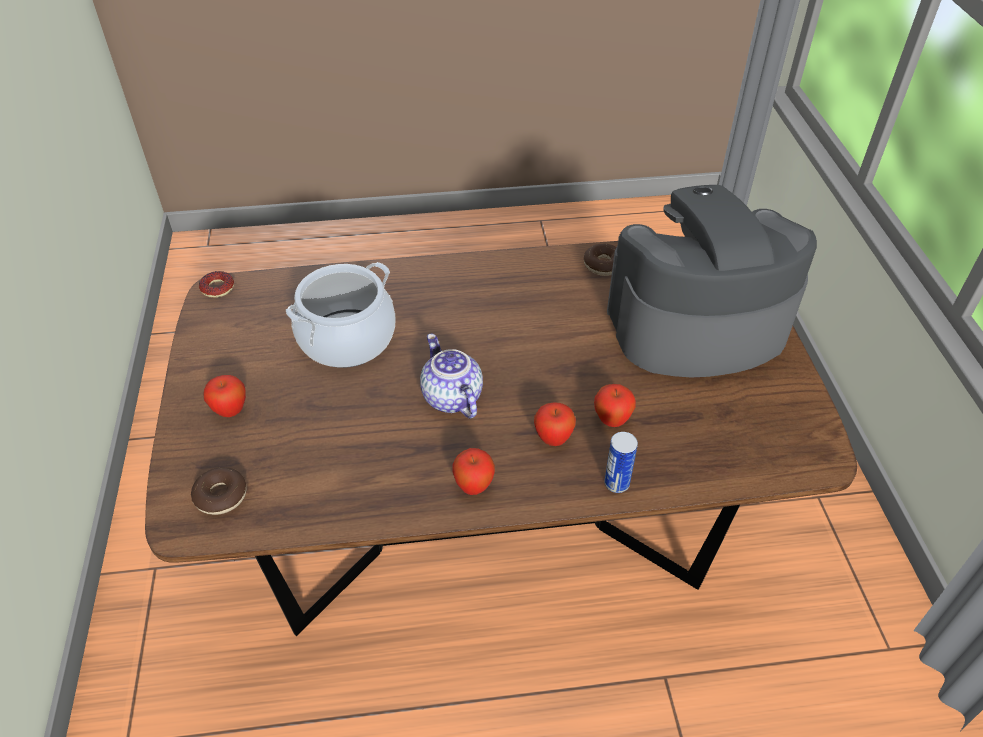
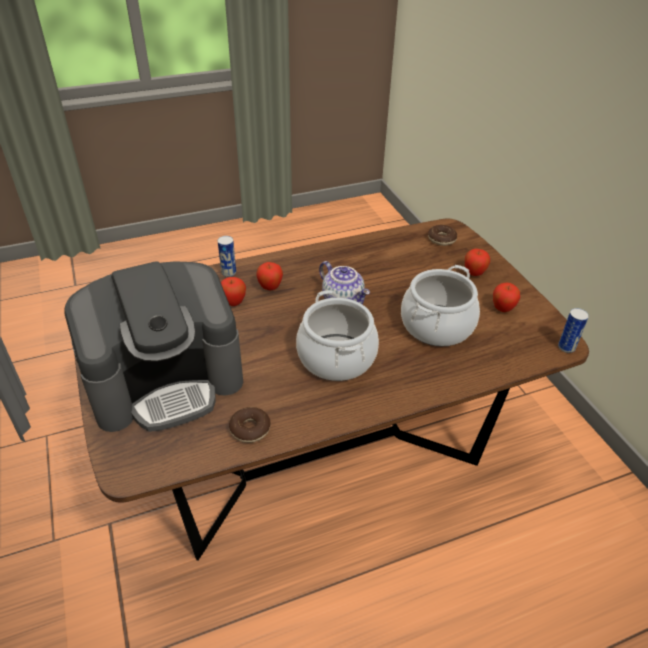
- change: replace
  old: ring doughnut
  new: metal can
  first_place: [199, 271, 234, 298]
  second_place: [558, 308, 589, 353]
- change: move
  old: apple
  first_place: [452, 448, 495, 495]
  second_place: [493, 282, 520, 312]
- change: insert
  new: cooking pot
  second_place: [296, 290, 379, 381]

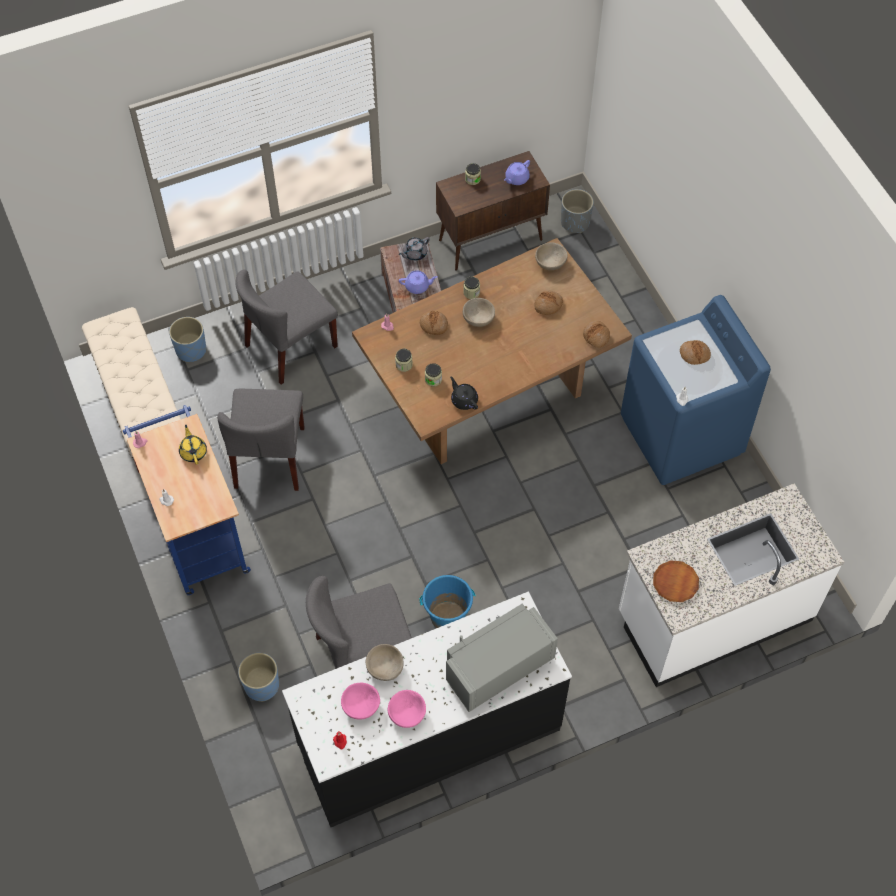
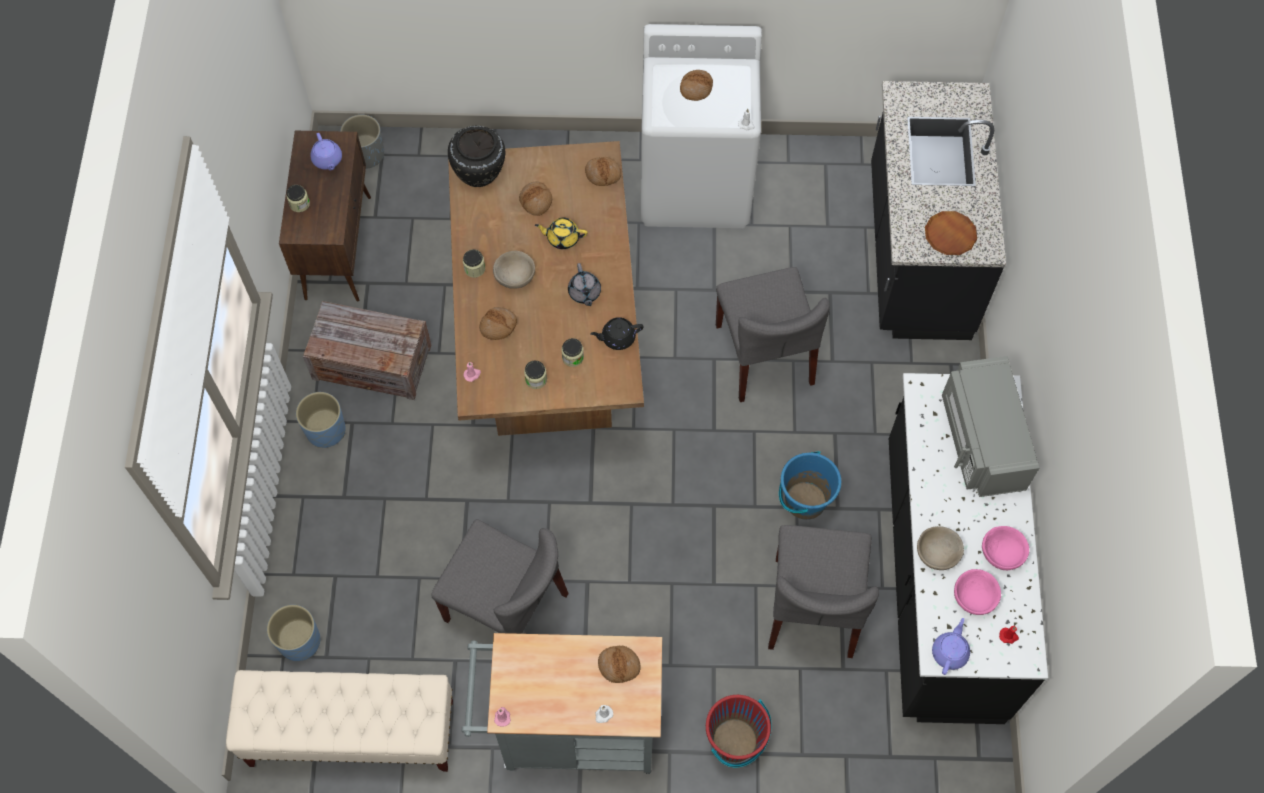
- change: recolor
  old: bluish trolley
  new: gray trolley
  first_place: [123, 405, 251, 595]
  second_place: [462, 633, 662, 774]
- change: move
  old: yellow teapot
  first_place: [179, 425, 207, 465]
  second_place: [535, 218, 587, 249]
- change: move
  old: gray plain chair
  first_place: [235, 269, 338, 384]
  second_place: [716, 267, 830, 402]
- change: move
  old: bluish planter
  first_place: [238, 653, 279, 702]
  second_place: [296, 392, 346, 448]
- change: move
  old: gray teapot
  first_place: [399, 237, 430, 261]
  second_place: [568, 263, 601, 306]
- change: move
  old: purple teapot
  first_place: [399, 270, 438, 294]
  second_place: [932, 618, 970, 675]
- change: replace
  old: sand-coloured deep dish
  new: black-coloured flower vase
  first_place: [535, 243, 568, 270]
  second_place: [448, 126, 505, 187]
- change: recolor
  old: white counter
  new: black-coloured counter
  first_place: [619, 483, 844, 687]
  second_place: [871, 81, 1006, 340]
- change: recolor
  old: bluish laundry machine
  new: white laundry machine
  first_place: [621, 295, 771, 485]
  second_place: [641, 24, 762, 228]
- change: insert
  new: bread
  second_place: [598, 646, 641, 683]
- change: insert
  new: red bucket
  second_place: [706, 695, 771, 767]

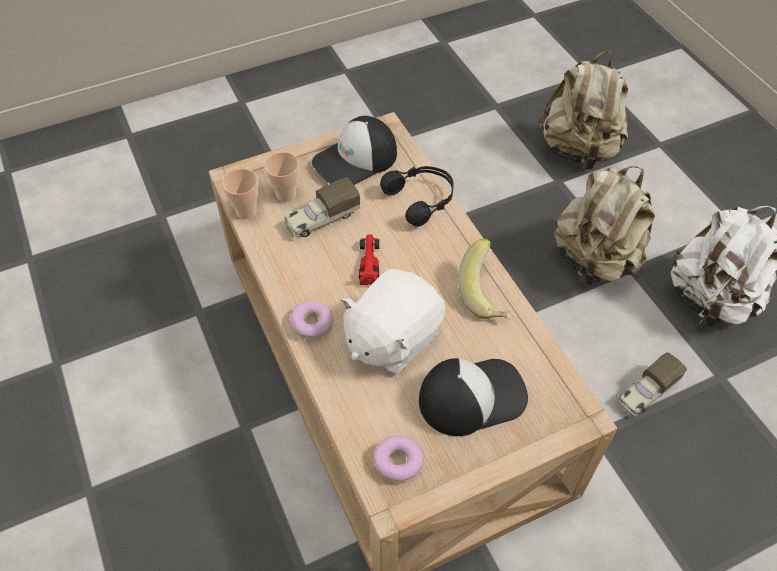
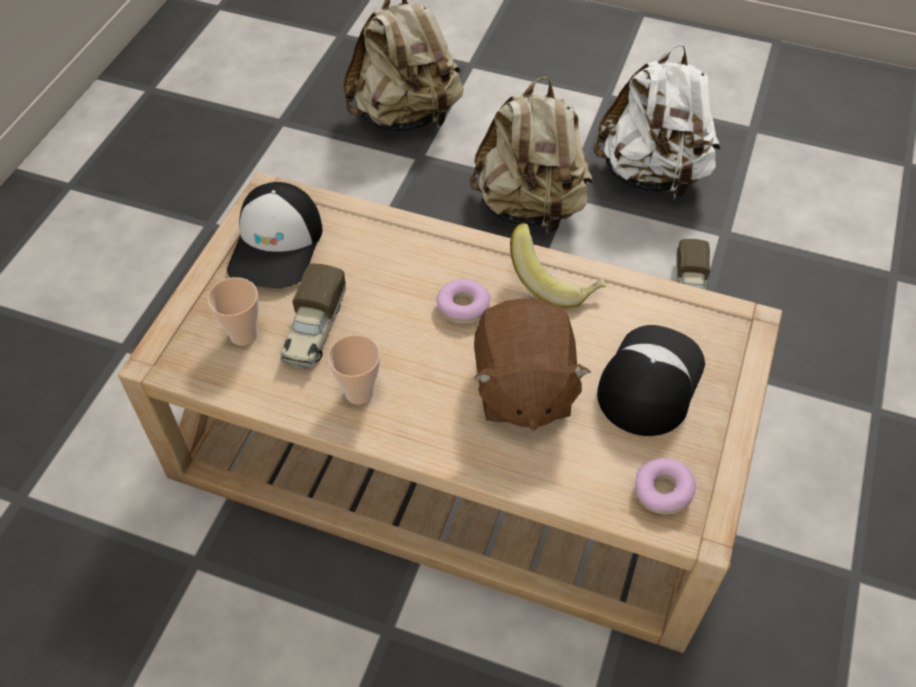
- change: move
  old: small cup
  first_place: [222, 169, 258, 219]
  second_place: [328, 335, 380, 405]
- change: move
  old: ring doughnut
  first_place: [290, 301, 333, 340]
  second_place: [436, 279, 491, 324]
- change: recolor
  old: white cuddly toy
  new: brownish cuddly toy
  first_place: [341, 269, 446, 375]
  second_place: [473, 298, 590, 431]
- change: delete
  old: red toy car
  first_place: [359, 234, 380, 285]
- change: delete
  old: black-coloured headphones
  first_place: [380, 166, 454, 227]

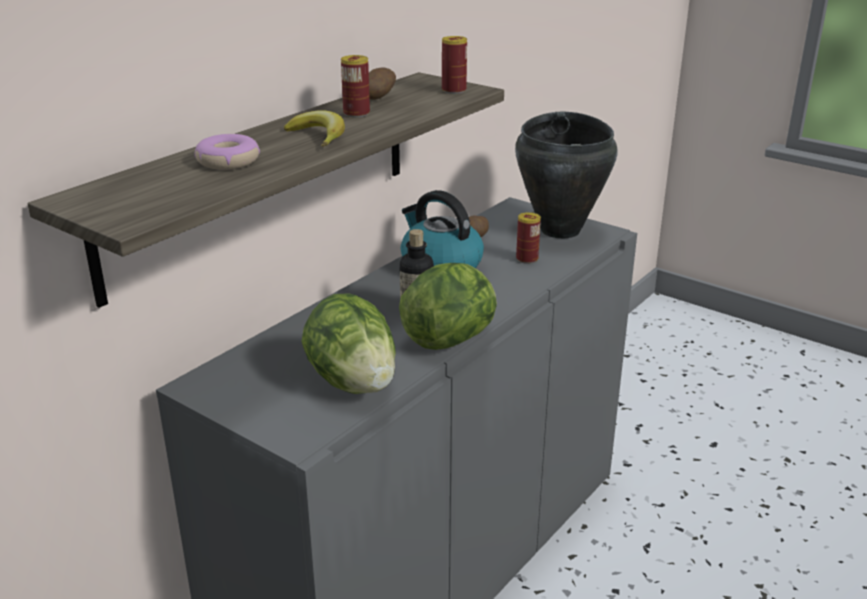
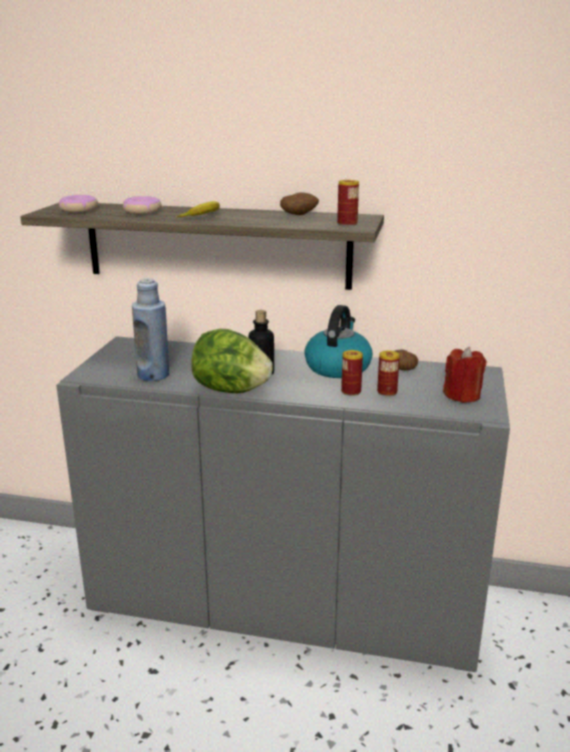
- change: replace
  old: lettuce head
  new: bluish drink bottle
  first_place: [301, 293, 396, 394]
  second_place: [132, 278, 169, 381]
- change: move
  old: metal can
  first_place: [341, 55, 370, 118]
  second_place: [341, 350, 363, 396]
- change: replace
  old: black-coloured cooking pot
  new: red wax candle
  first_place: [515, 112, 618, 238]
  second_place: [443, 347, 486, 403]
- change: insert
  new: ring doughnut
  second_place: [59, 195, 98, 213]

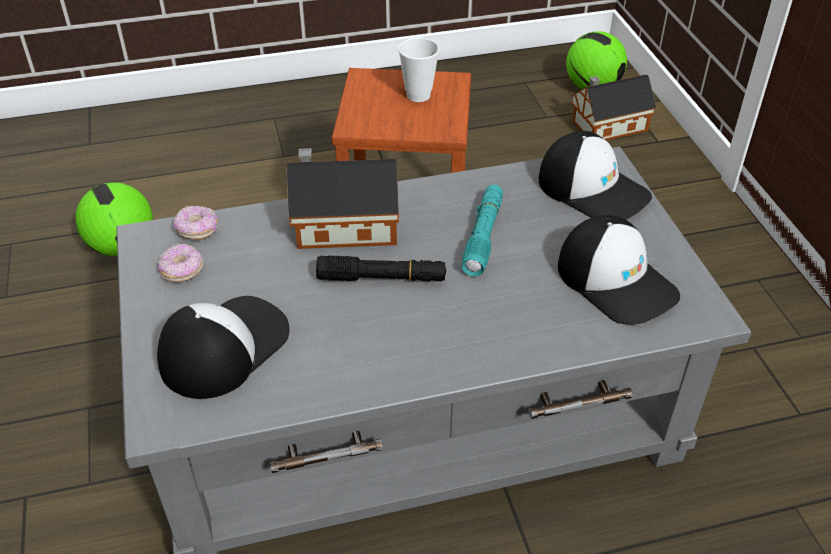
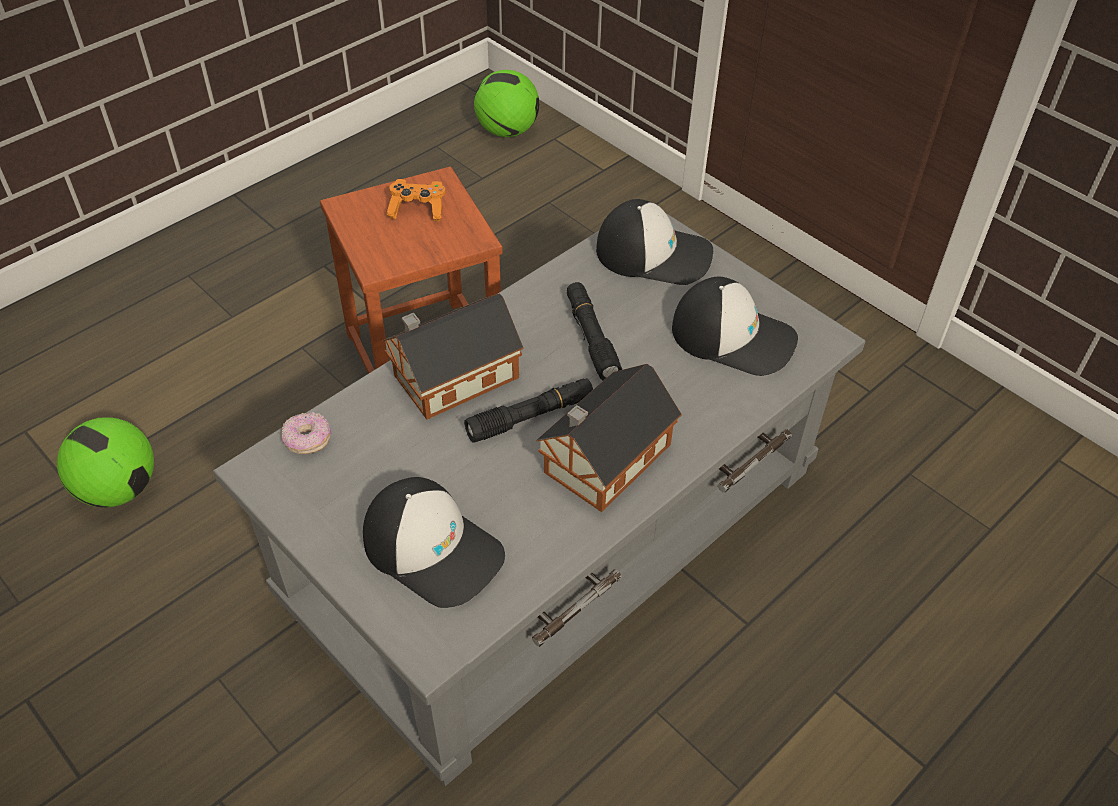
- change: rotate
  old: baseball cap
  first_place: [157, 296, 290, 399]
  second_place: [363, 477, 505, 608]
  degrees: 120
- change: delete
  old: ring doughnut
  first_place: [158, 244, 203, 282]
- change: replace
  old: small cup
  new: orange game controller
  first_place: [398, 38, 440, 102]
  second_place: [387, 179, 445, 222]
- change: recolor
  old: turquoise-coloured flashlight
  new: black-coloured flashlight
  first_place: [461, 185, 503, 277]
  second_place: [567, 282, 622, 381]
- change: move
  old: toy house
  first_place: [571, 74, 657, 140]
  second_place: [536, 364, 682, 512]

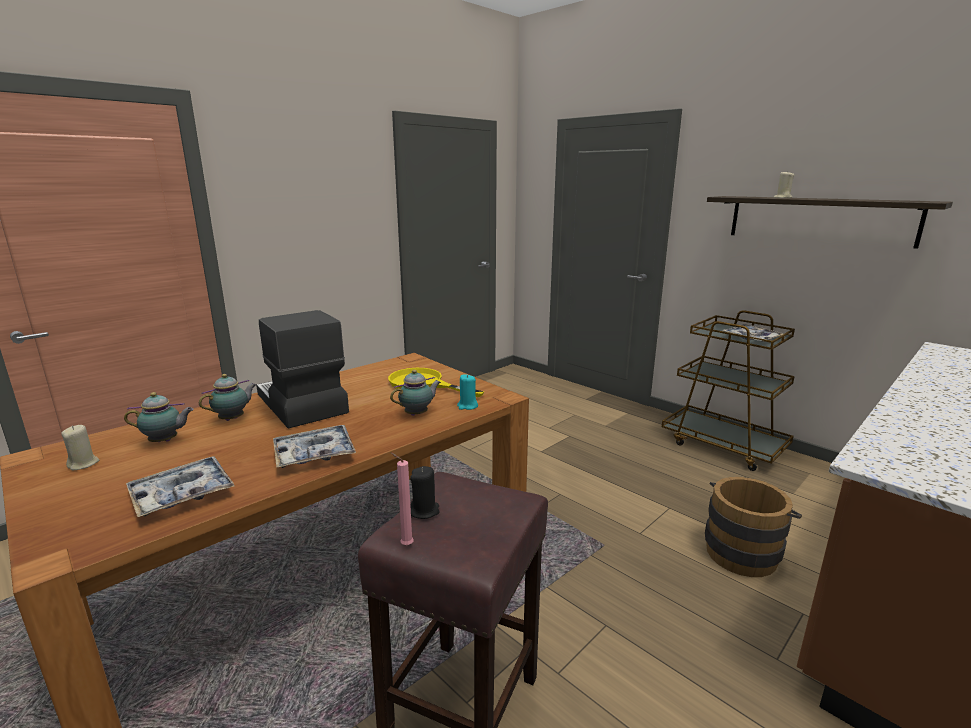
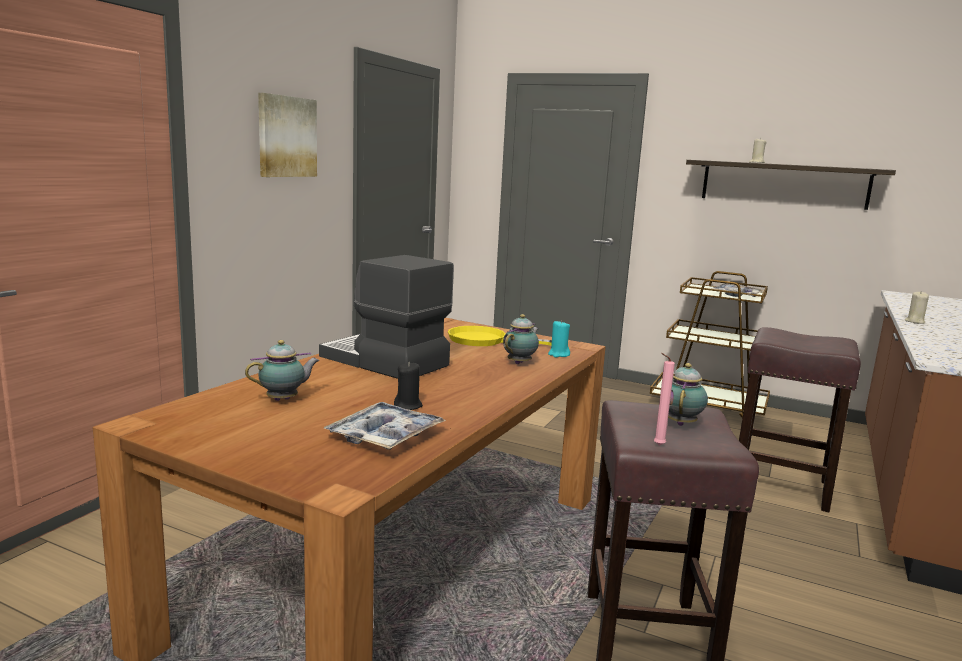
- change: move
  old: sand-coloured wax candle
  first_place: [61, 425, 99, 470]
  second_place: [905, 291, 929, 324]
- change: move
  old: teapot
  first_place: [199, 374, 257, 421]
  second_place: [668, 363, 708, 426]
- change: delete
  old: carrying tray
  first_place: [273, 425, 356, 468]
- change: move
  old: black-coloured wax candle
  first_place: [410, 466, 440, 519]
  second_place: [394, 362, 423, 410]
- change: replace
  old: brownish bucket
  new: brownish sitting stool
  first_place: [705, 477, 802, 577]
  second_place: [739, 327, 861, 512]
- change: insert
  new: wall picture
  second_place: [258, 93, 317, 177]

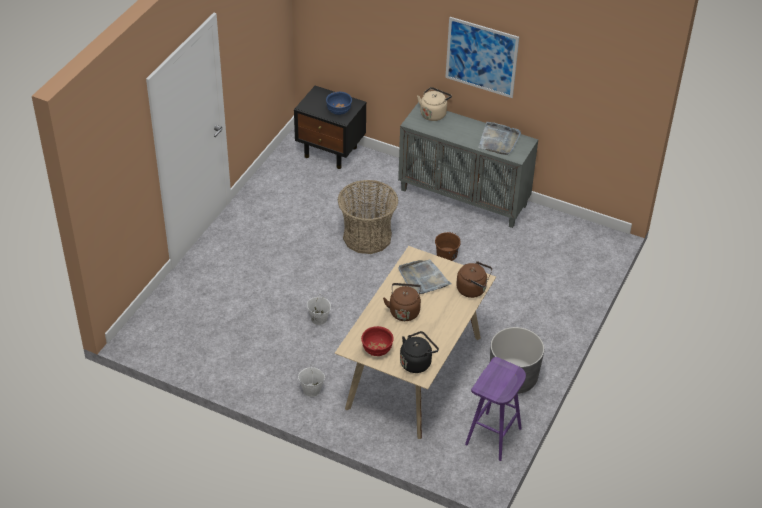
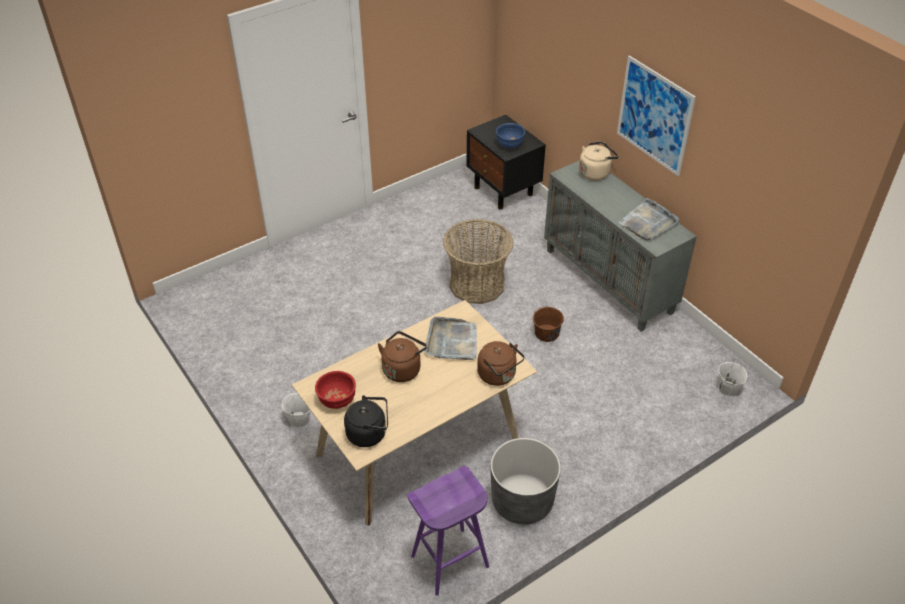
- change: move
  old: white bucket
  first_place: [307, 294, 331, 325]
  second_place: [718, 360, 747, 396]

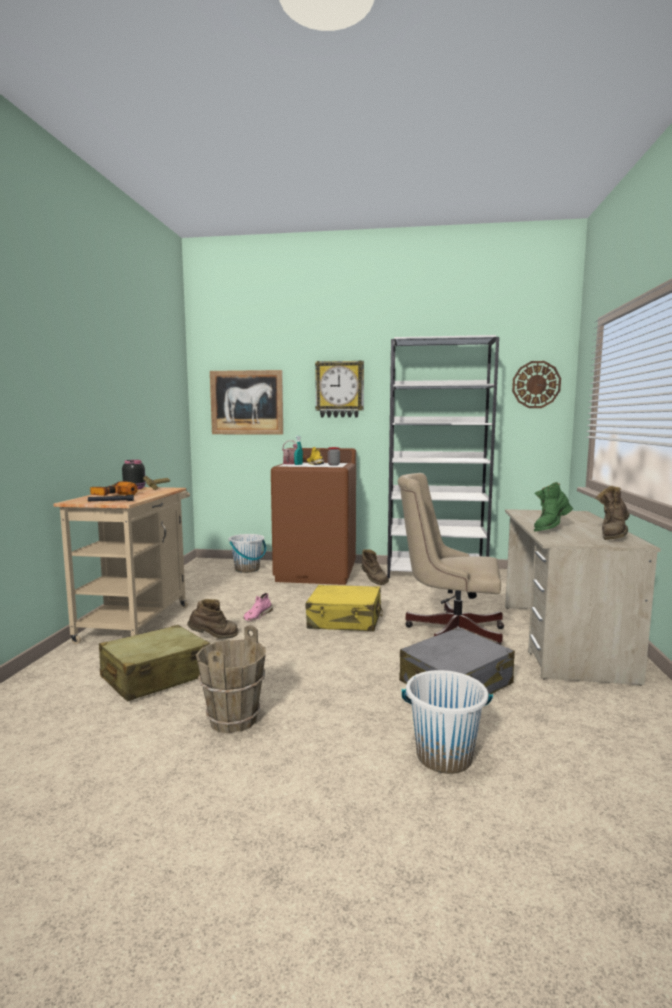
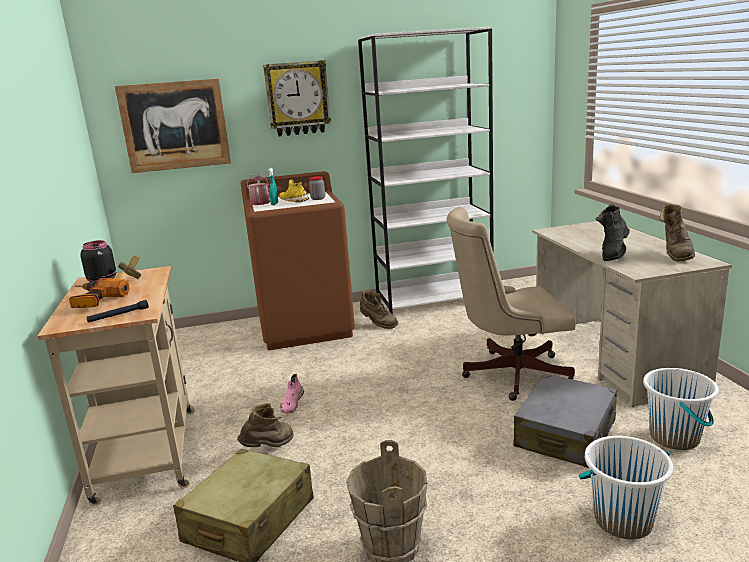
- change: move
  old: white bucket
  first_place: [229, 534, 266, 573]
  second_place: [643, 367, 719, 450]
- change: delete
  old: yellow suitcase
  first_place: [306, 585, 383, 632]
- change: delete
  old: wall clock
  first_place: [512, 361, 561, 408]
- change: recolor
  old: greenish tall boot
  new: black-coloured tall boot
  first_place: [534, 482, 573, 532]
  second_place: [596, 204, 630, 261]

